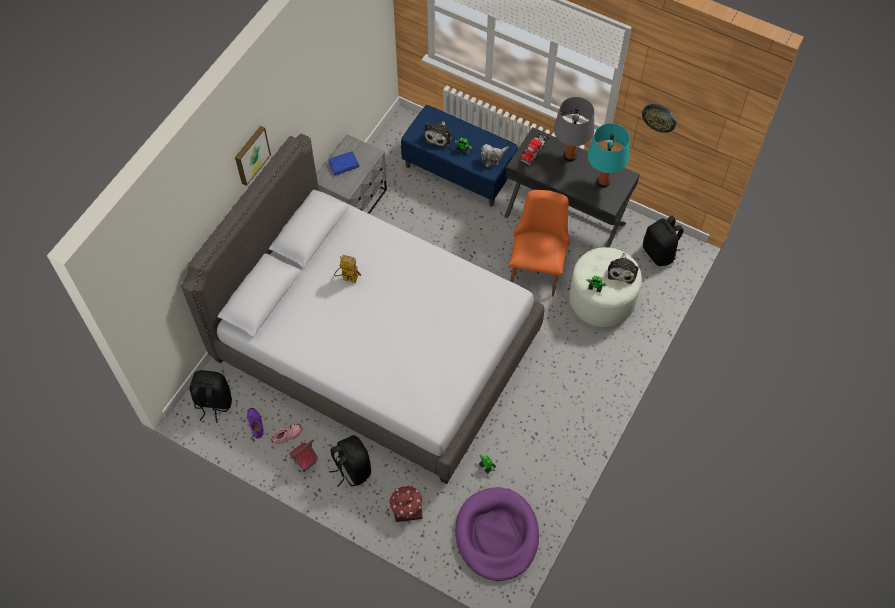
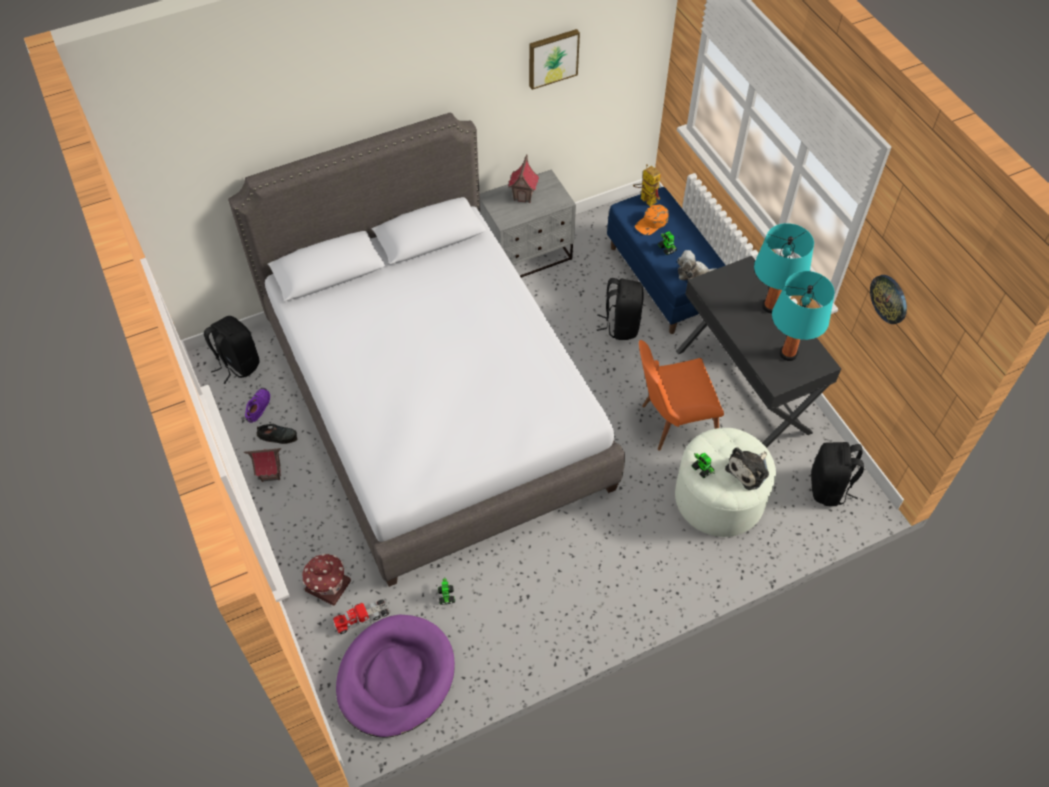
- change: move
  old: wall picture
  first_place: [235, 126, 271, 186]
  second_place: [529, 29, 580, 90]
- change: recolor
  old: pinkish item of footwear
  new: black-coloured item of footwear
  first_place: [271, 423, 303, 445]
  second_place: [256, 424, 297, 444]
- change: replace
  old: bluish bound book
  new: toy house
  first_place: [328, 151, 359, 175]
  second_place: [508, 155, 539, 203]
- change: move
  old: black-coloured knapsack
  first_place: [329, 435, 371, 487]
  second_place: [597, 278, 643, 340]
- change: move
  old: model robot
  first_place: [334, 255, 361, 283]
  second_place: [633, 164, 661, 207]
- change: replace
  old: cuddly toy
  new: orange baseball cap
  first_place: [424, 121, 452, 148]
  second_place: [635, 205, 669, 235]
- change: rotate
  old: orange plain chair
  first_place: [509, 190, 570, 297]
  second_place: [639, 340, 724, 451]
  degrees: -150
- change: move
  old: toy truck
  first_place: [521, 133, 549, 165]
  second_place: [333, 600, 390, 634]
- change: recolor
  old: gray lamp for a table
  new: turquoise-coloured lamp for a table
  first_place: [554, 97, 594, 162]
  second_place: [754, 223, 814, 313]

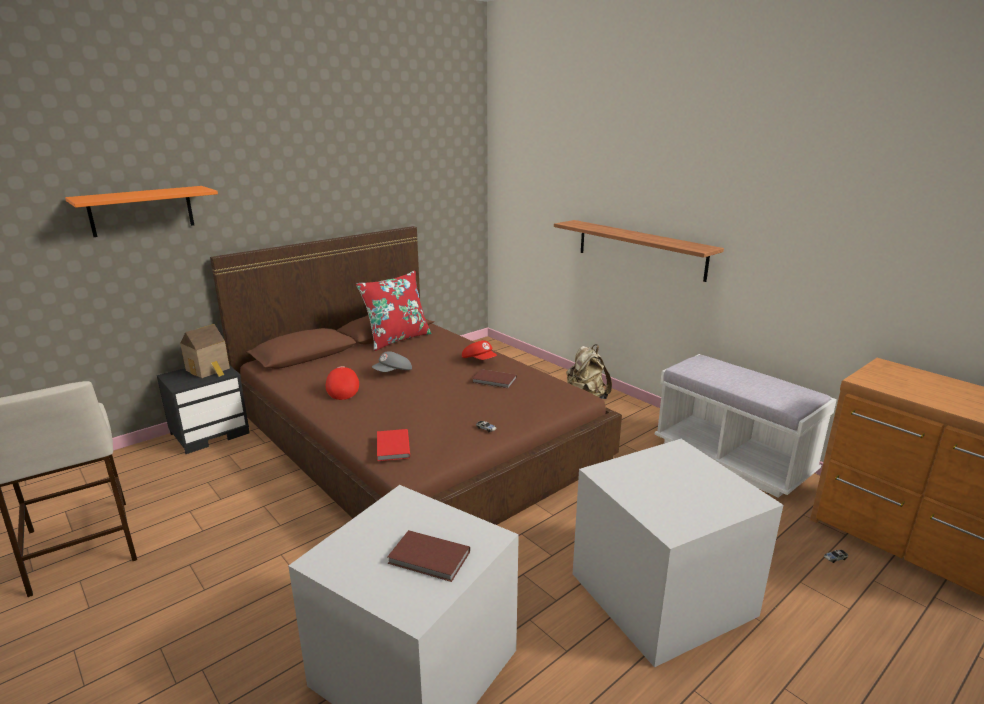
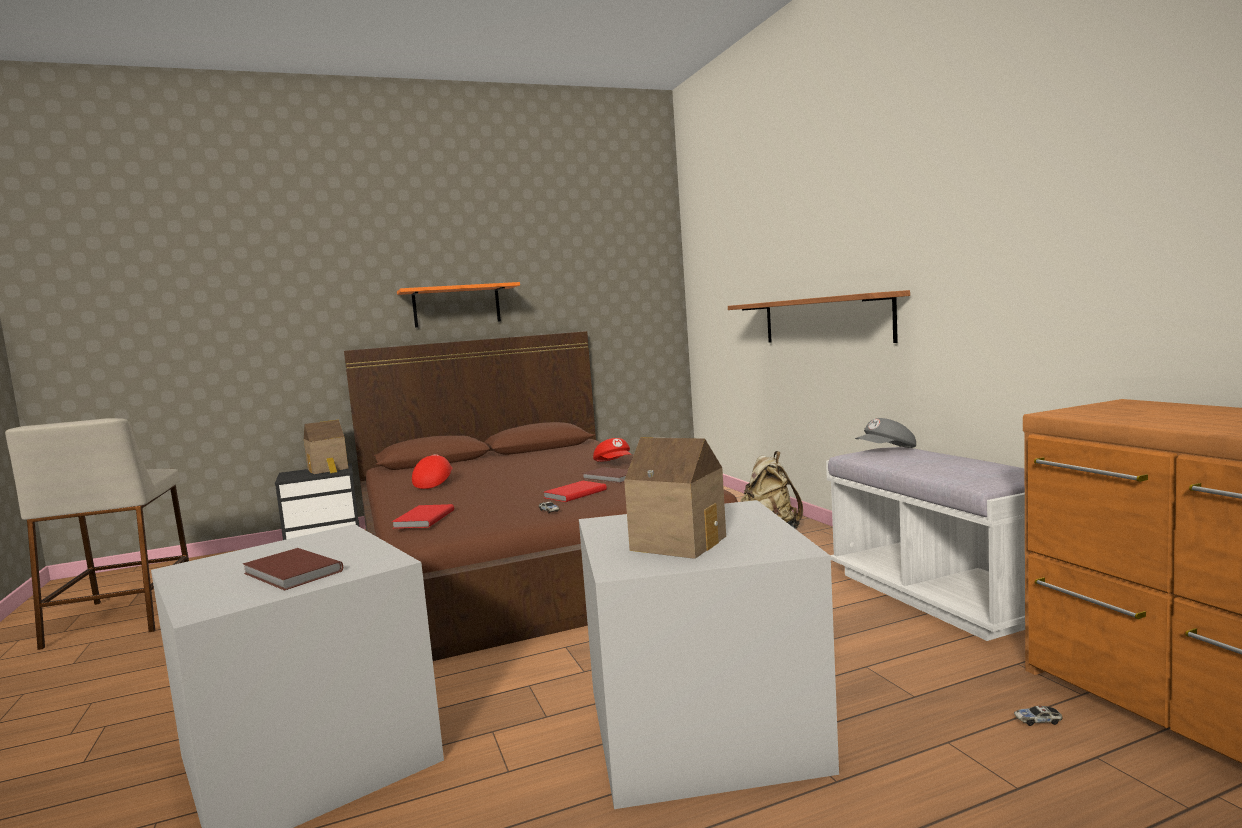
- change: move
  old: orange bracket shelf
  first_place: [65, 186, 218, 237]
  second_place: [397, 282, 520, 328]
- change: delete
  old: red throw pillow
  first_place: [356, 270, 432, 351]
- change: move
  old: gray baseball cap
  first_place: [372, 351, 412, 372]
  second_place: [855, 418, 916, 448]
- change: insert
  new: red bound book
  second_place: [544, 481, 607, 502]
- change: insert
  new: toy house
  second_place: [624, 437, 726, 559]

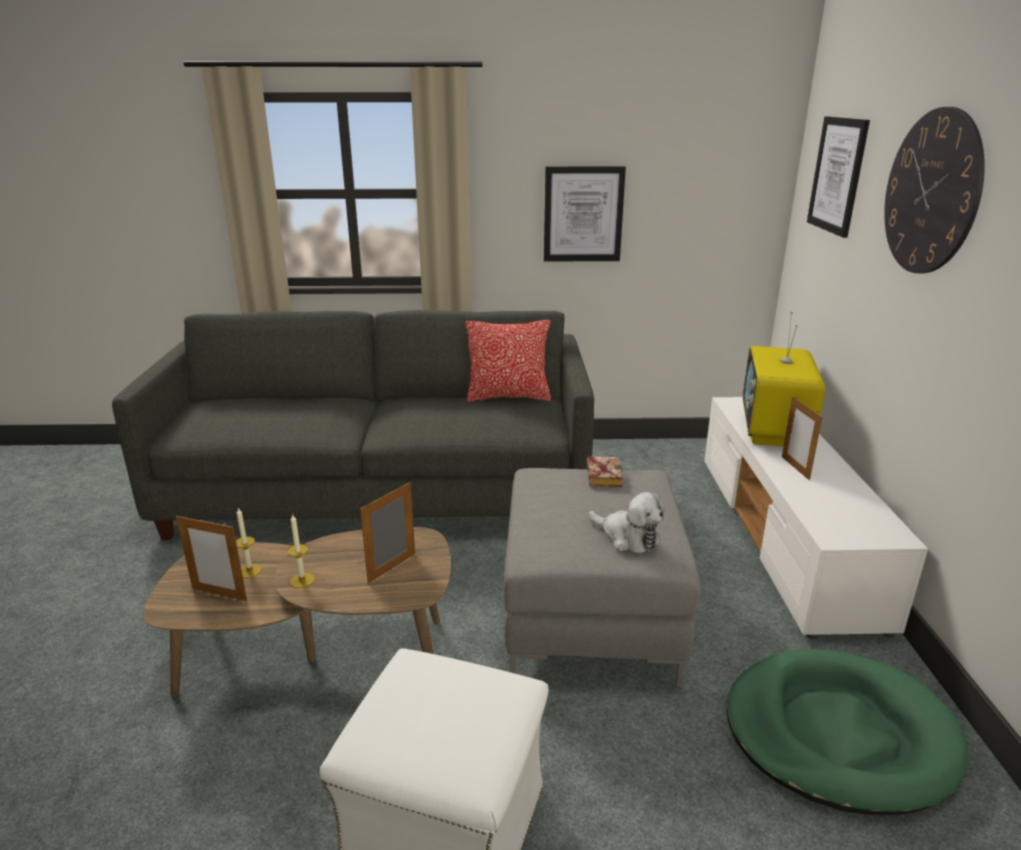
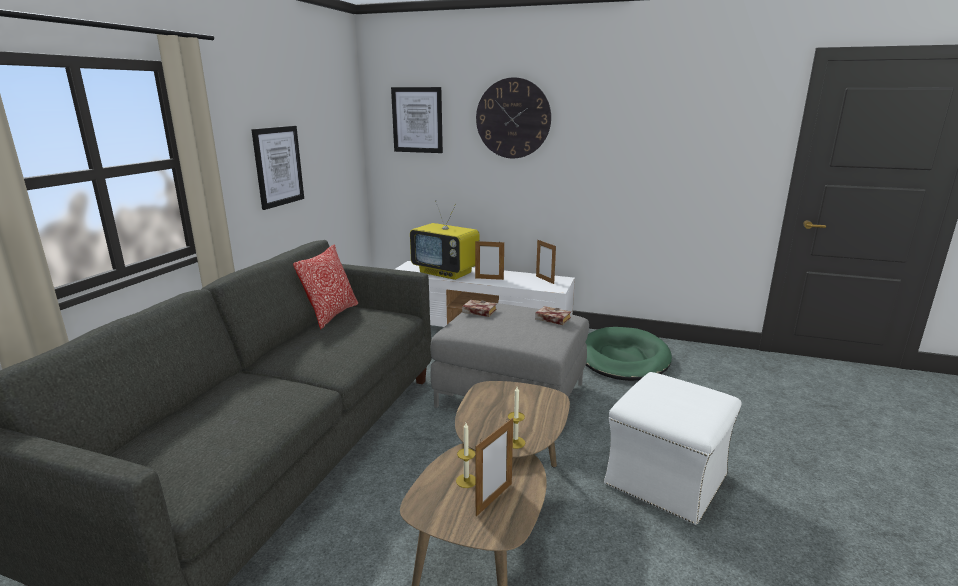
- change: move
  old: photo frame
  first_place: [360, 482, 415, 584]
  second_place: [536, 240, 556, 284]
- change: replace
  old: cuddly toy
  new: bound book
  first_place: [589, 492, 665, 553]
  second_place: [535, 306, 571, 325]

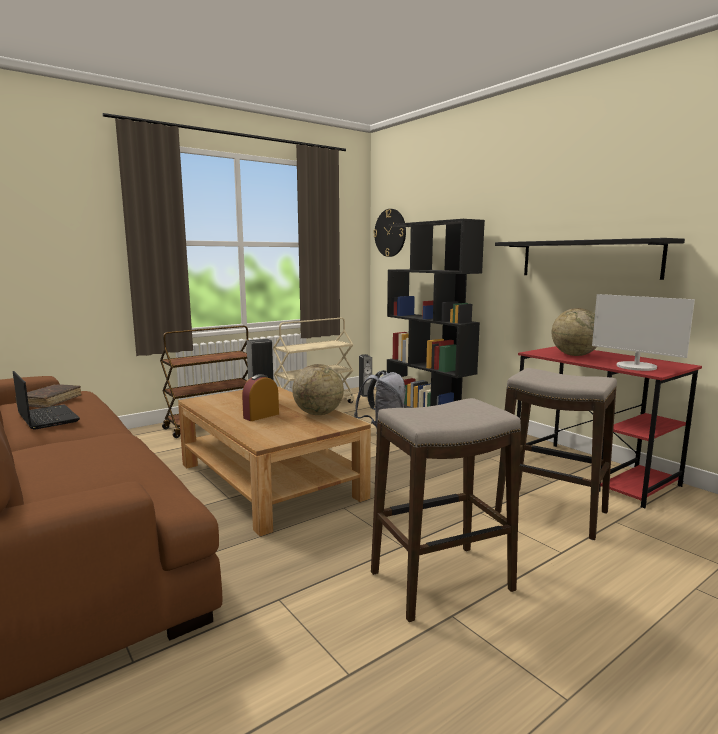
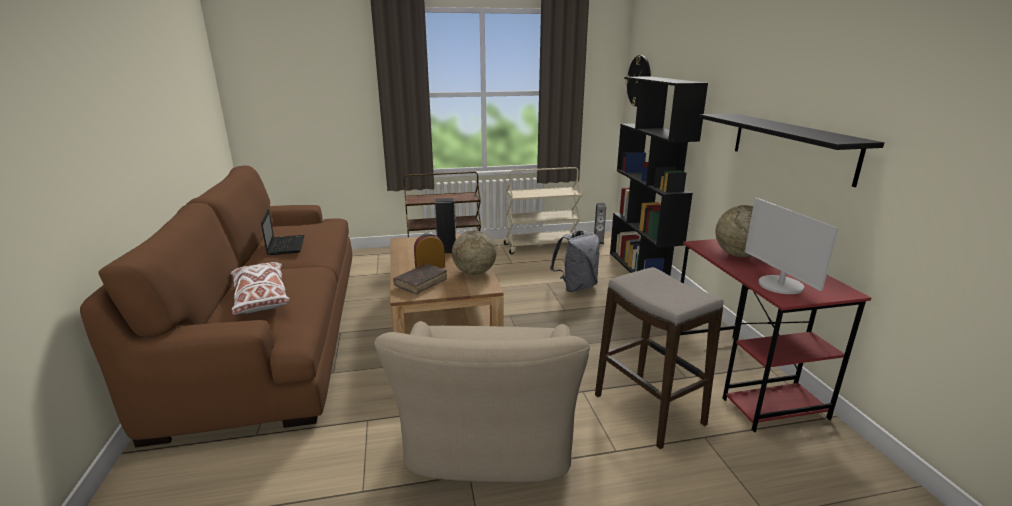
- change: move
  old: brownish bound book
  first_place: [15, 384, 81, 408]
  second_place: [393, 264, 447, 294]
- change: replace
  old: sitting stool
  new: sand-coloured easy chair
  first_place: [371, 398, 521, 622]
  second_place: [374, 321, 590, 482]
- change: insert
  new: white throw pillow
  second_place: [231, 262, 290, 315]

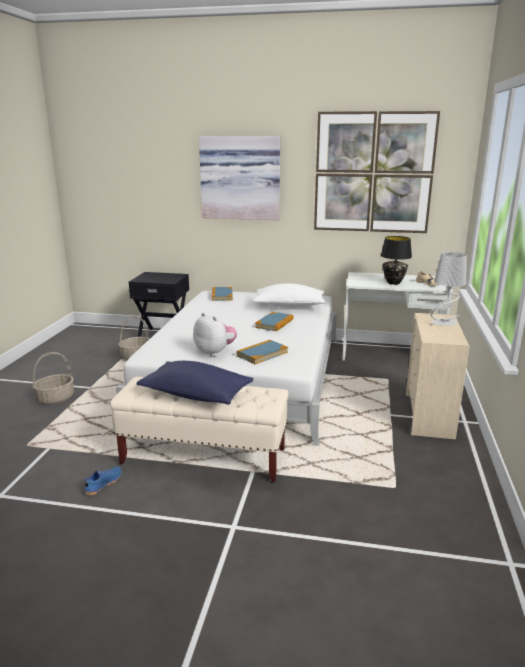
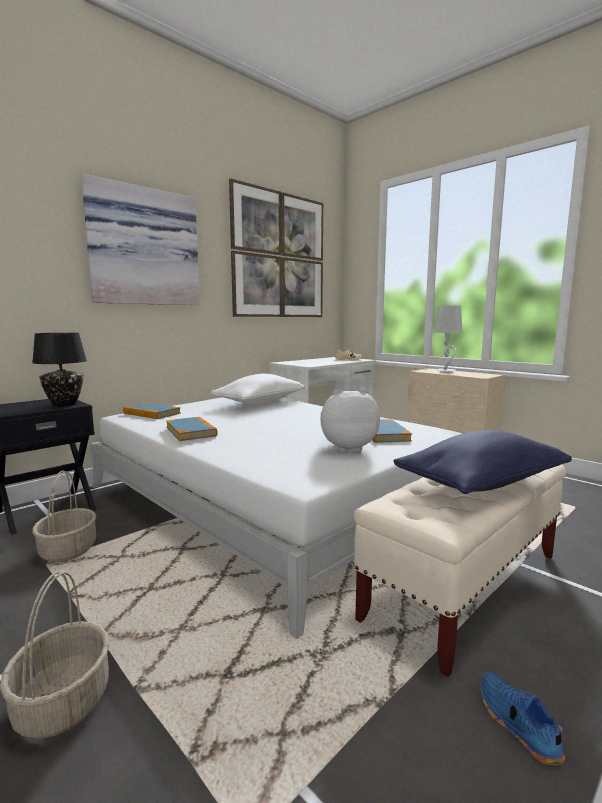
- change: move
  old: bound book
  first_place: [255, 312, 293, 331]
  second_place: [166, 417, 217, 441]
- change: move
  old: black-coloured lamp for a table
  first_place: [381, 236, 412, 285]
  second_place: [32, 333, 87, 407]

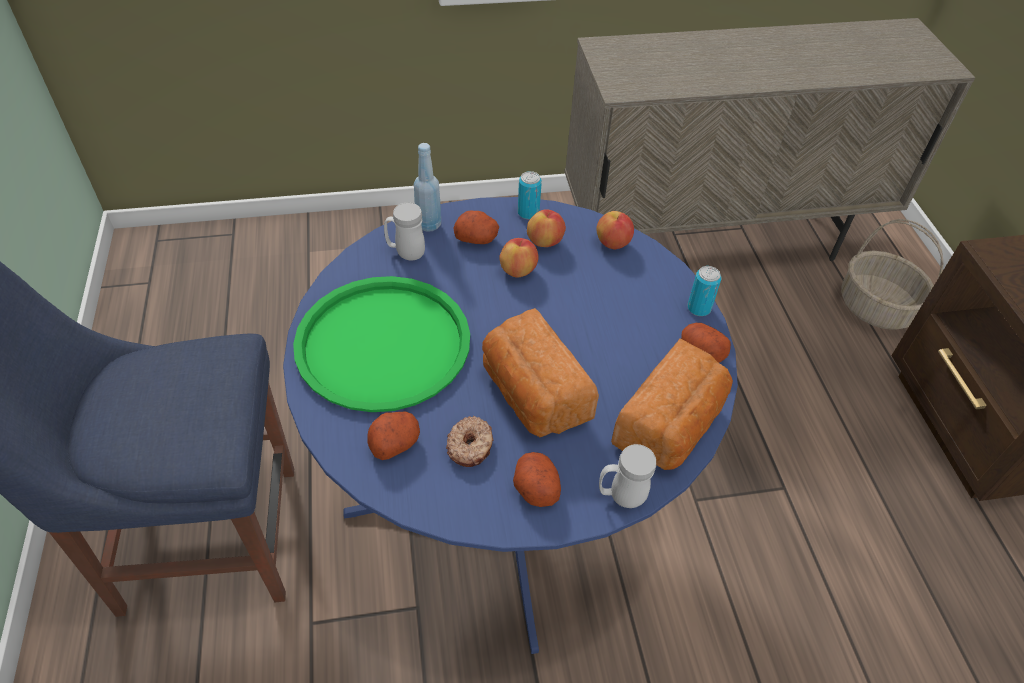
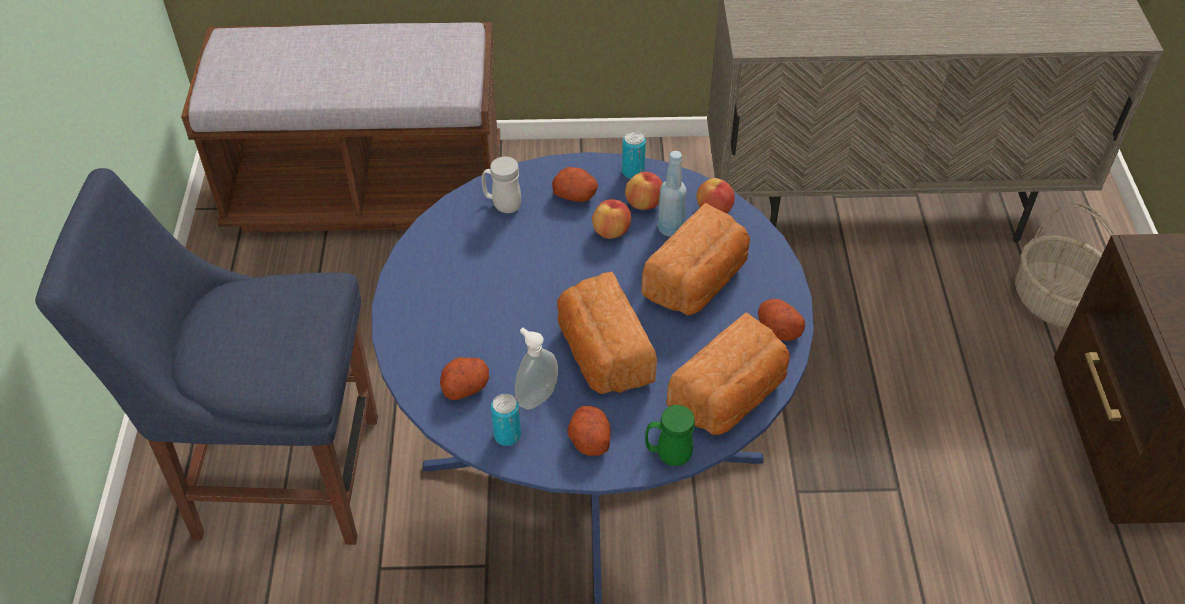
- change: delete
  old: greenish carrying tray
  first_place: [293, 276, 470, 412]
- change: move
  old: bluish drink bottle
  first_place: [414, 143, 441, 232]
  second_place: [657, 151, 686, 236]
- change: replace
  old: ring doughnut
  new: soap bottle
  first_place: [446, 416, 493, 467]
  second_place: [515, 328, 558, 410]
- change: recolor
  old: white tea mug
  new: greenish tea mug
  first_place: [599, 444, 656, 508]
  second_place: [645, 405, 695, 466]
- change: move
  old: metal can
  first_place: [687, 266, 721, 316]
  second_place: [491, 394, 521, 446]
- change: insert
  new: brownish long seat
  second_place: [181, 22, 500, 232]
- change: insert
  new: bread
  second_place: [641, 203, 750, 316]

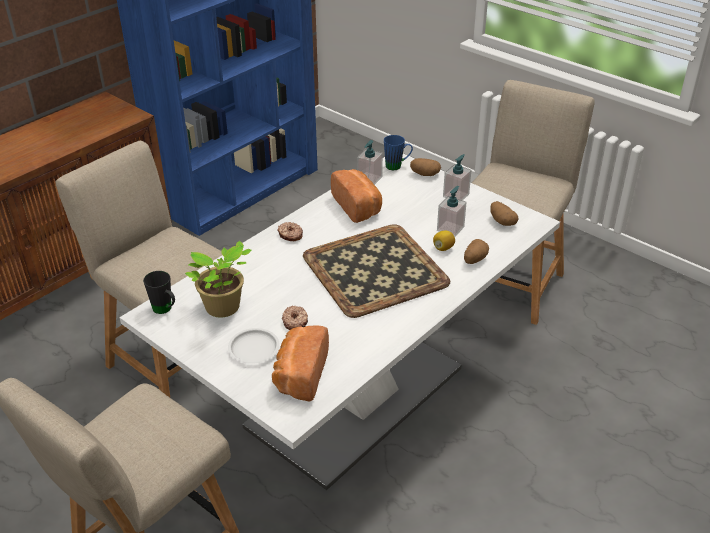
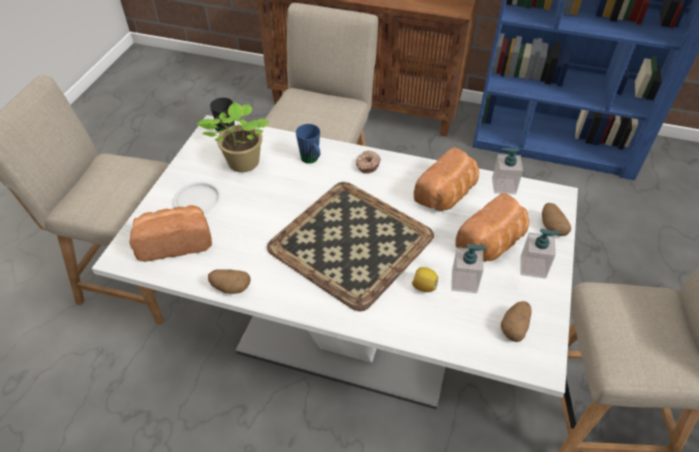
- change: delete
  old: ring doughnut
  first_place: [282, 306, 308, 330]
- change: move
  old: bluish tea mug
  first_place: [384, 135, 413, 170]
  second_place: [296, 124, 320, 164]
- change: move
  old: whole potato
  first_place: [464, 239, 489, 264]
  second_place: [208, 269, 251, 294]
- change: insert
  new: bread
  second_place: [455, 193, 529, 262]

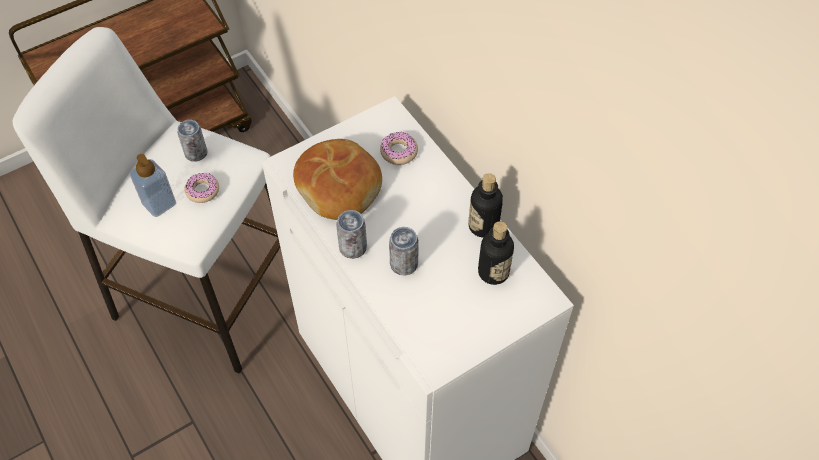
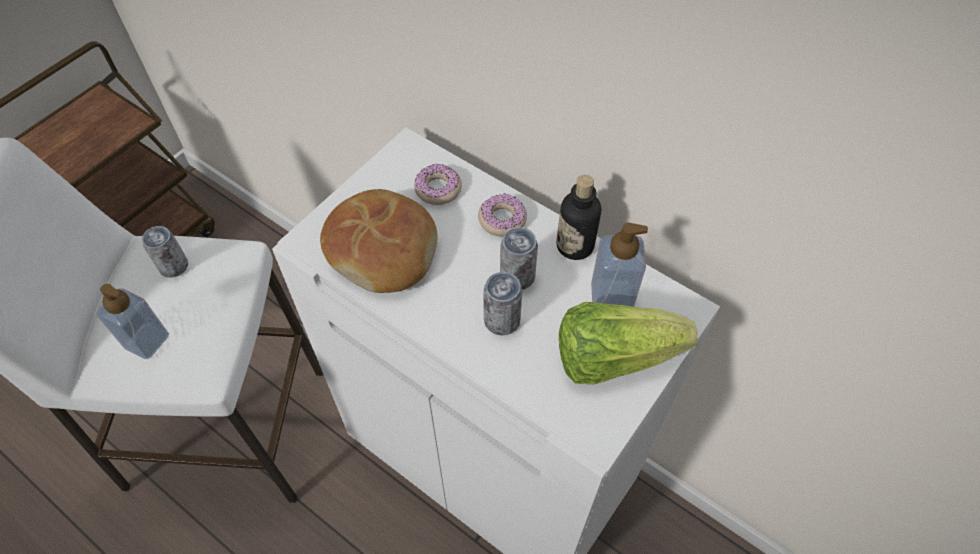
- change: move
  old: ring doughnut
  first_place: [185, 173, 219, 203]
  second_place: [478, 193, 527, 237]
- change: move
  old: metal can
  first_place: [336, 210, 367, 259]
  second_place: [500, 227, 538, 290]
- change: replace
  old: drink bottle
  new: soap bottle
  first_place: [478, 221, 514, 285]
  second_place: [591, 223, 648, 307]
- change: insert
  new: lettuce head
  second_place: [559, 302, 698, 385]

